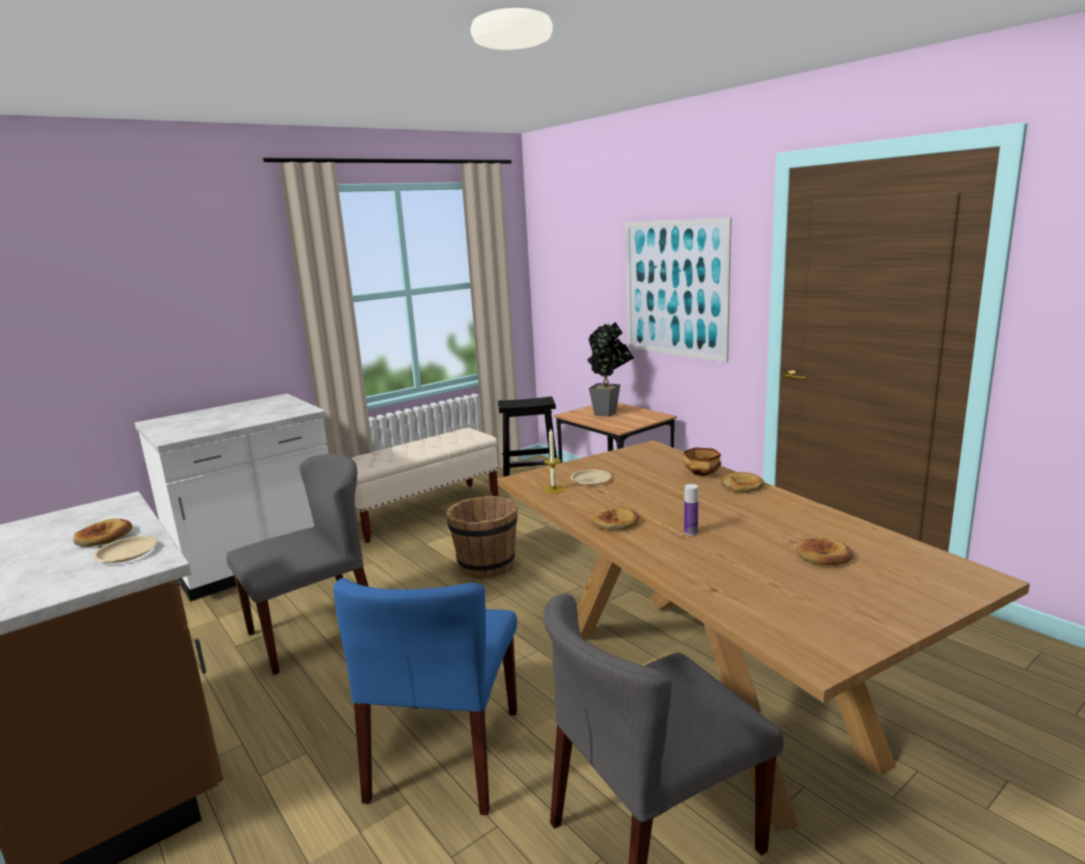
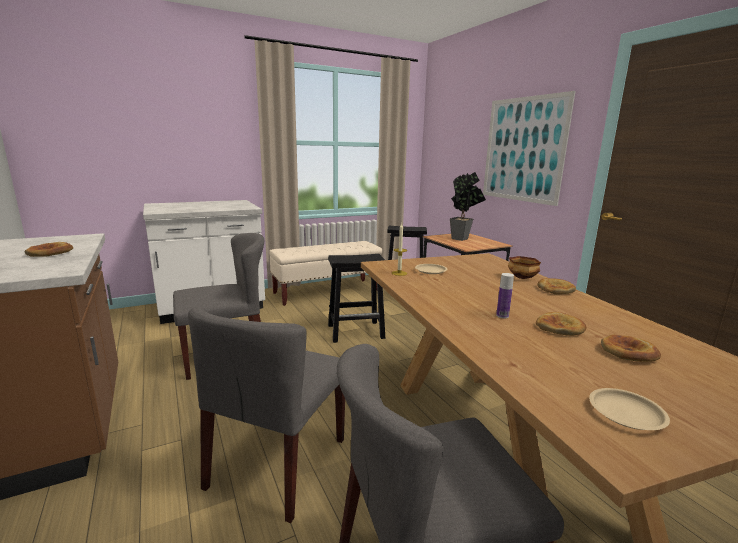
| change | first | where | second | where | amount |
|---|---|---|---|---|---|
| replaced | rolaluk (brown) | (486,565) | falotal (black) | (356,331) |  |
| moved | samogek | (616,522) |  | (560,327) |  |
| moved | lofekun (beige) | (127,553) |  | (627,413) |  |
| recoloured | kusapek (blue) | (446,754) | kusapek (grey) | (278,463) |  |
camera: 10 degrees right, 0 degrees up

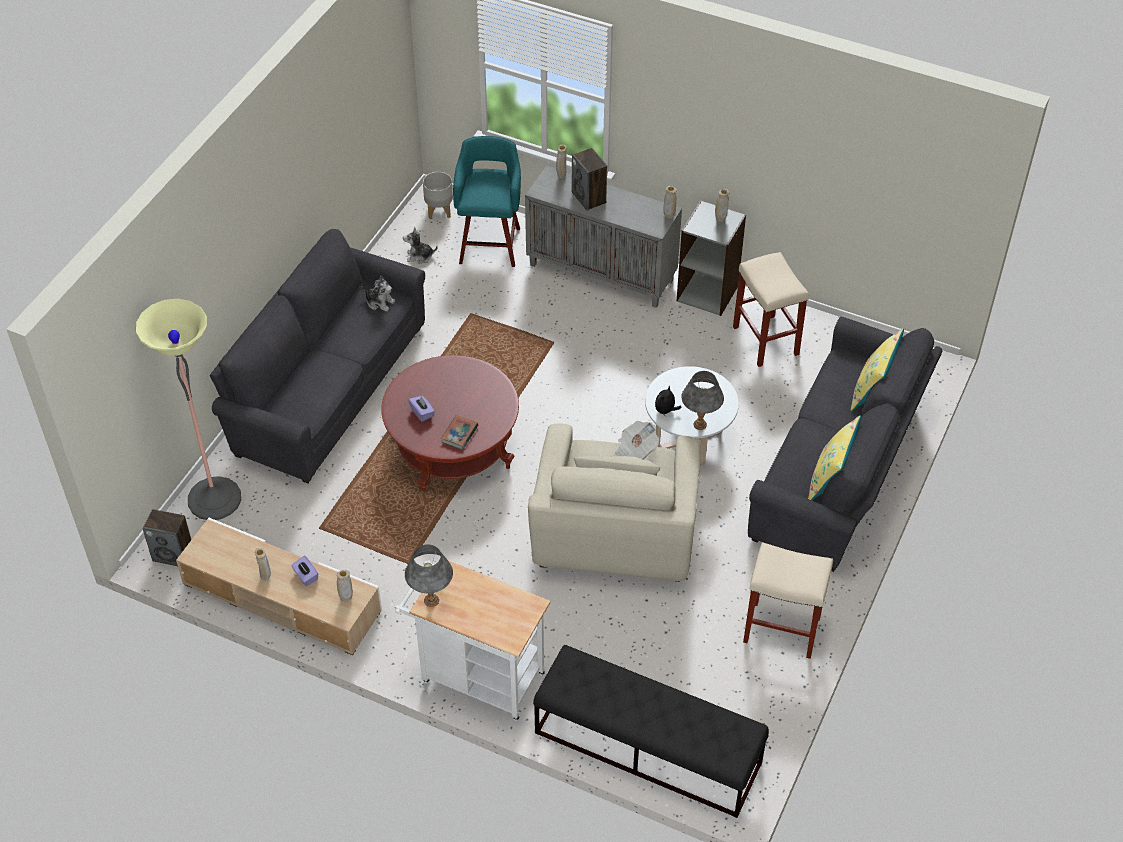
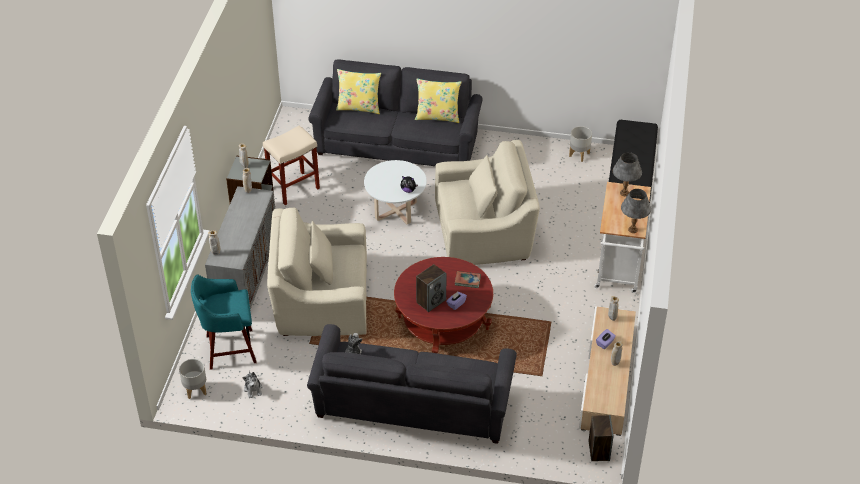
| change | first | where | second | where | amount |
|---|---|---|---|---|---|
| moved | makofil | (589,198) |  | (431,301) |  |
| removed | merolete | (214,499) |  |  |  |
| moved | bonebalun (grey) | (700,425) |  | (624,193) |  |
| removed | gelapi | (635,451) |  |  |  |
| removed | falotal (beige) | (780,630) |  |  |  |
| added |  |  | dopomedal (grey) | (579,155) |  |
| added |  |  | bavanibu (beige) | (321,299) |  |
camera: 105 degrees left, 5 degrees down

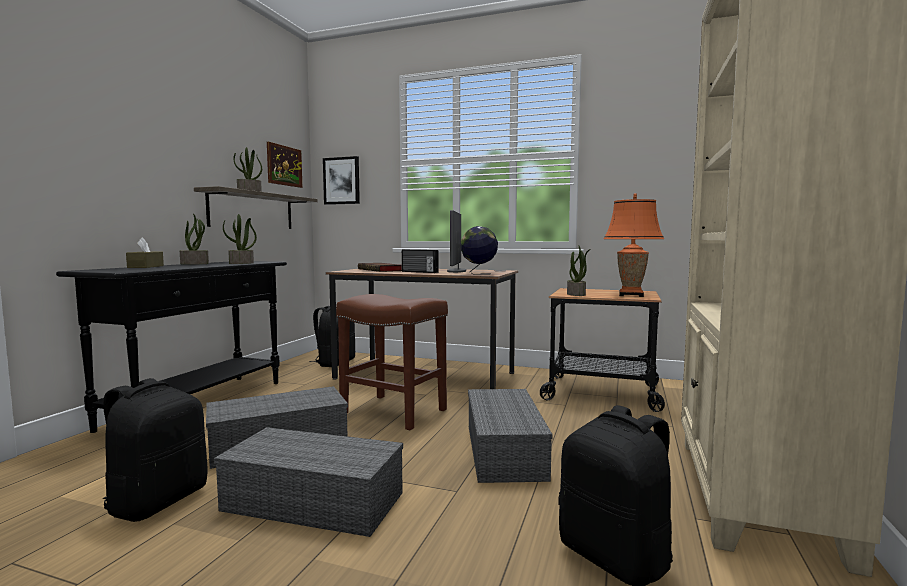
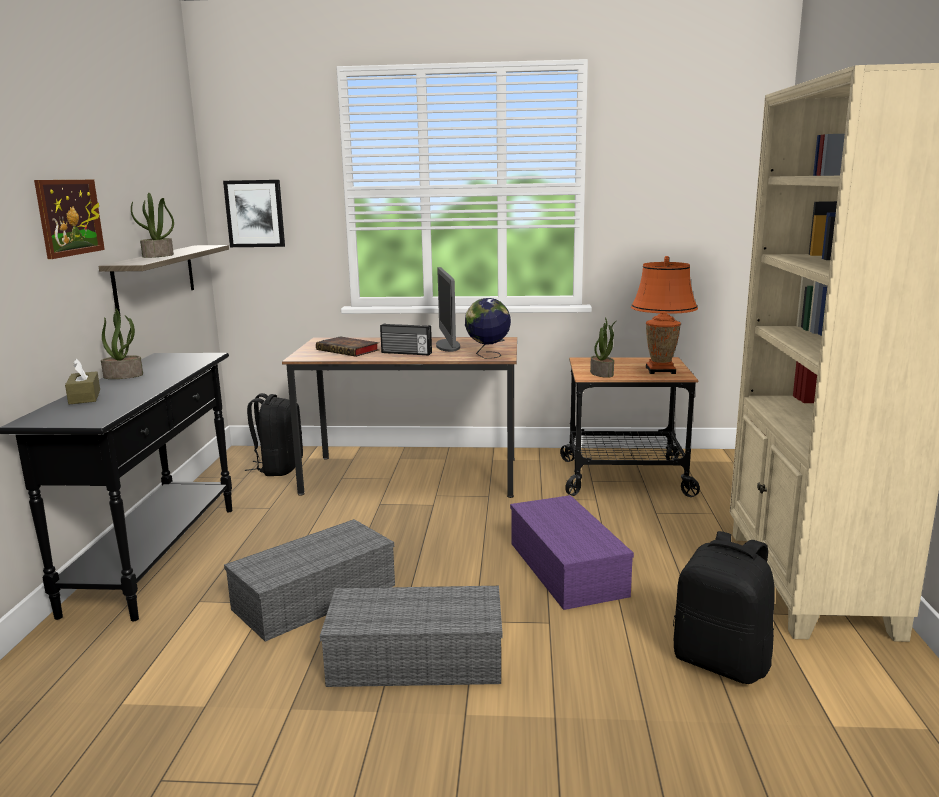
| change | first | where | second | where | amount |
|---|---|---|---|---|---|
| moved | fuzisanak | (284,165) |  | (69,217) |  |
| removed | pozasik | (241,263) |  |  |  |
| removed | falotal (brown) | (392,411) |  |  |  |
| removed | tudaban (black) | (158,501) |  |  |  |
| recoloured | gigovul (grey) | (506,451) | gigovul (purple) | (569,569) |  |
camera: 15 degrees left, 10 degrees up

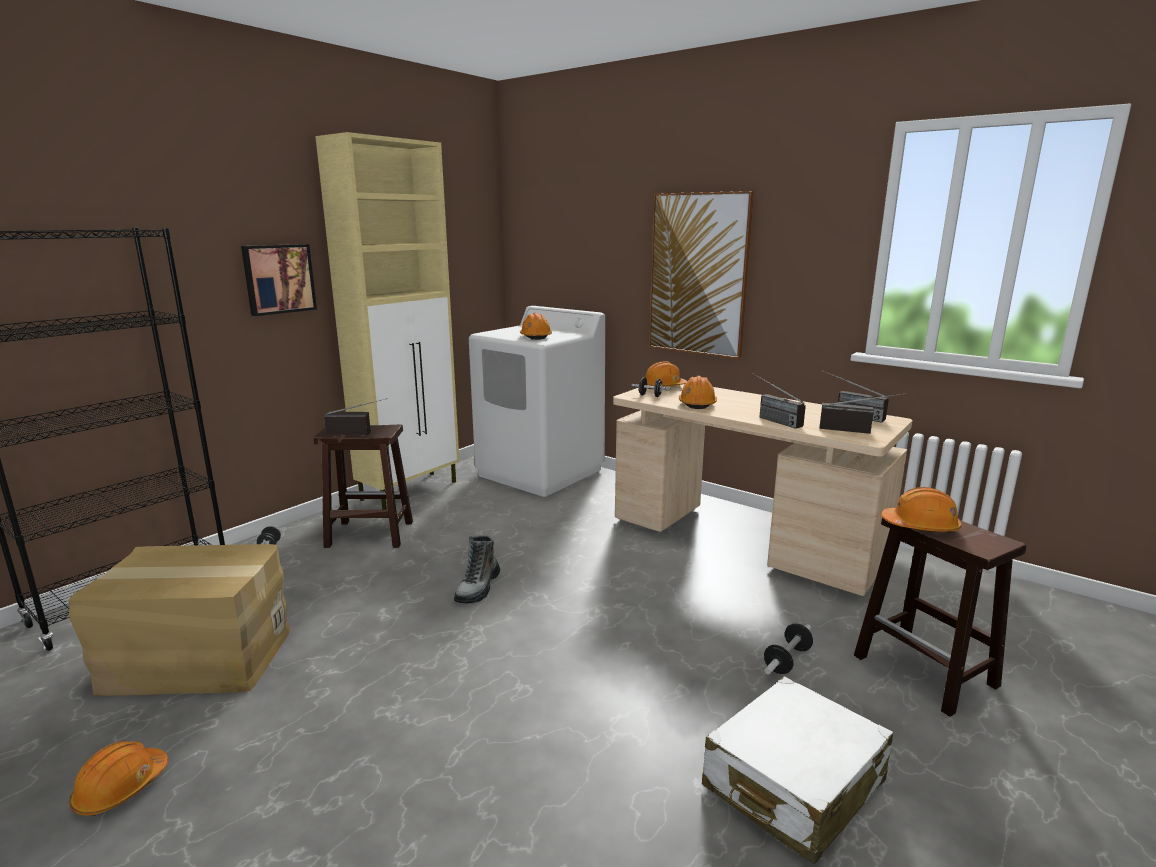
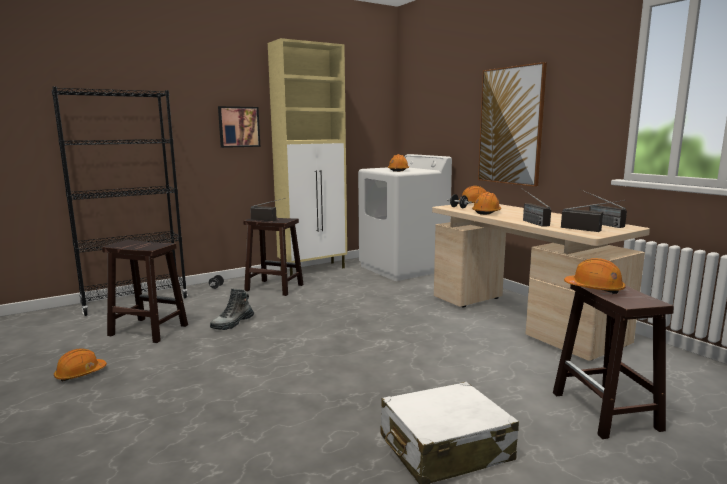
| change | first | where | second | where | amount |
|---|---|---|---|---|---|
| moved | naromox | (478,588) |  | (232,323) |  |
| replaced | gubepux | (197,660) | falotal (brown) | (147,330) |  |
| removed | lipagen | (787,660) |  |  |  |
camera: 20 degrees right, 5 degrees down

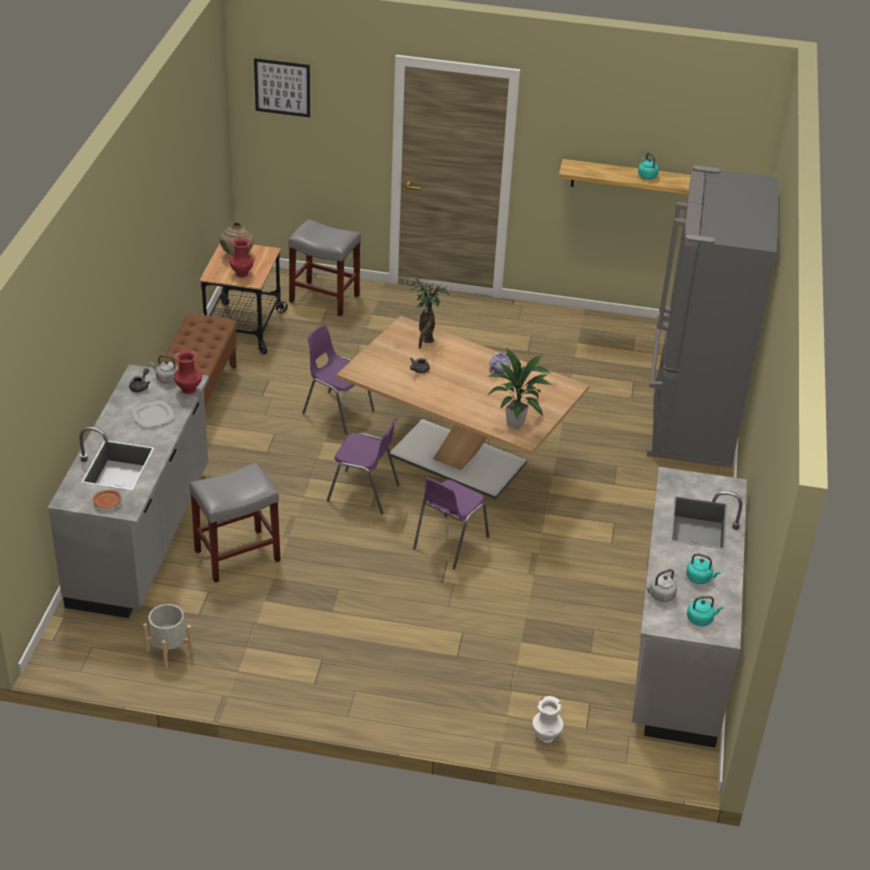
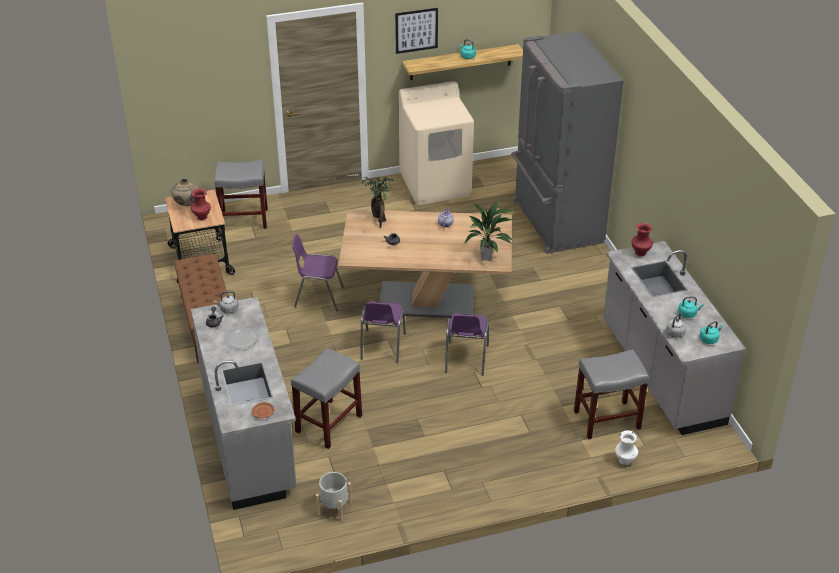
| change | first | where | second | where | amount |
|---|---|---|---|---|---|
| moved | fuzisanak | (282,87) |  | (416,30) |  |
| moved | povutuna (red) | (189,390) |  | (641,253) |  |
| turned | kusapek (purple) | (364,493) |  | (382,347) | 105 degrees clockwise |
| added |  |  | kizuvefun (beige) | (435,185) |  |
| added |  |  | falotal (grey) | (606,420) |  |
camera: 25 degrees left, 0 degrees up

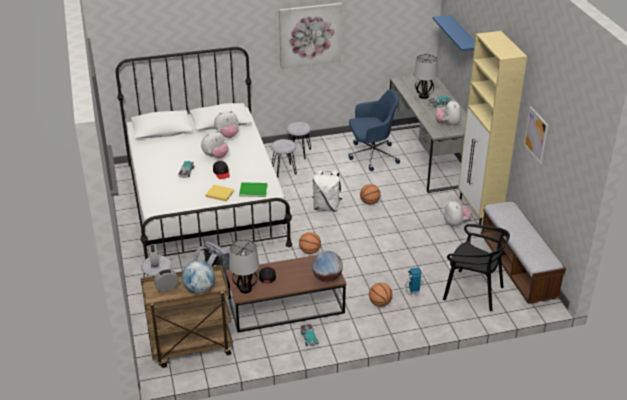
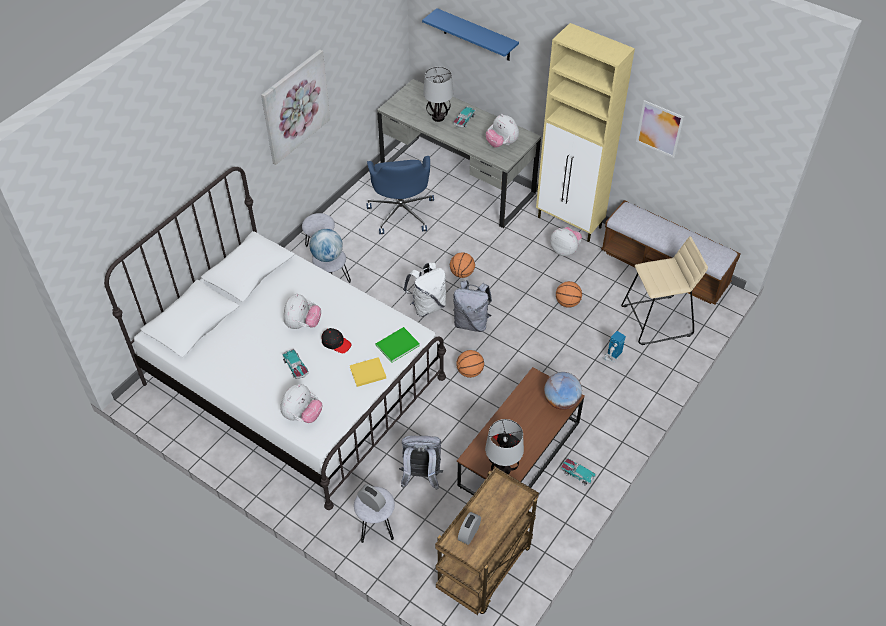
| change | first | where | second | where | amount |
|---|---|---|---|---|---|
| turned | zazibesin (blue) | (371,156) |  | (401,211) | 135 degrees clockwise |
| moved | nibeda | (227,135) |  | (302,415) |  |
| replaced | kusapek (black) | (473,291) | falotal (beige) | (656,321) |  |
| moved | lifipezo | (199,289) |  | (327,256) |  |
| moved | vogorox | (380,303) |  | (567,302) |  |
| added |  |  | tudaban (grey) | (471,322) |  |
camera: 40 degrees left, 15 degrees up

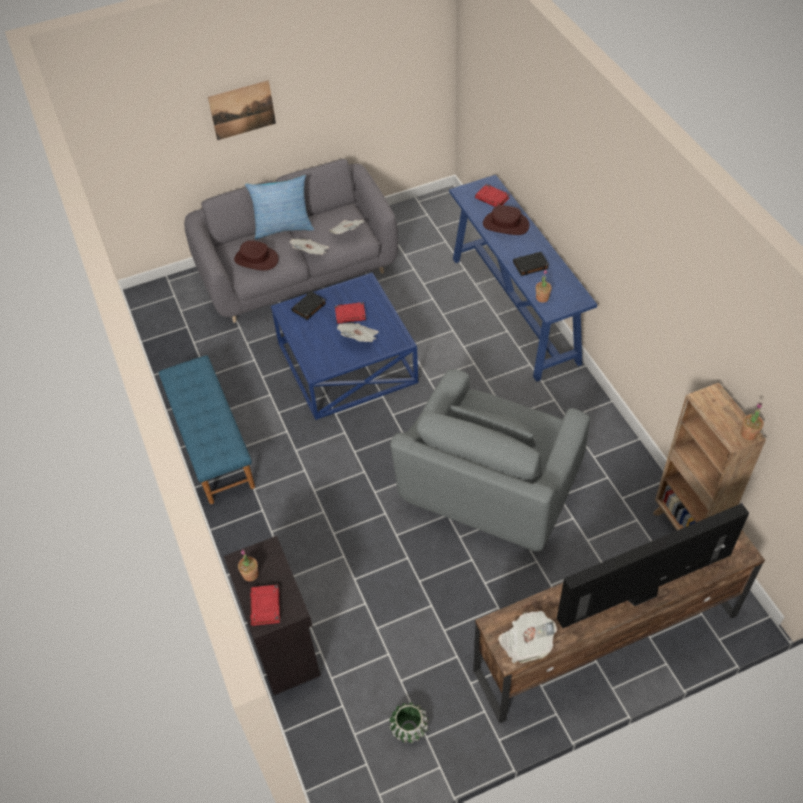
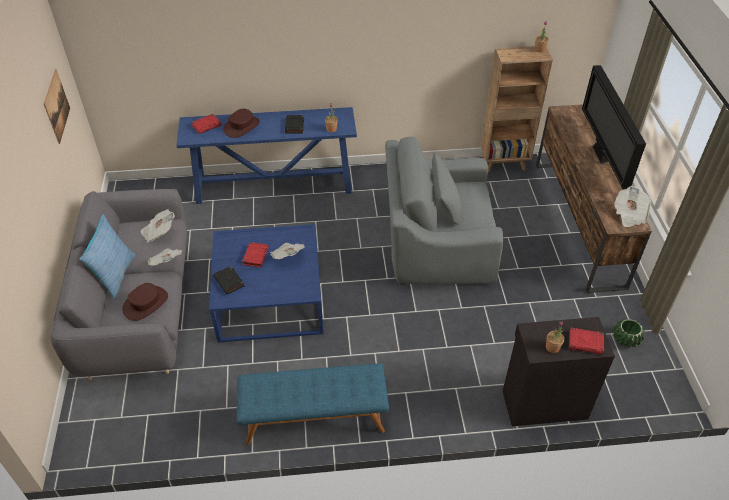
| change | first | where | second | where | amount |
|---|---|---|---|---|---|
| moved | fuzisanak | (242,110) |  | (56,106) |  |
| turned | bavanibu (grey) | (489,486) |  | (436,243) | 135 degrees clockwise |
camera: 75 degrees left, 5 degrees down

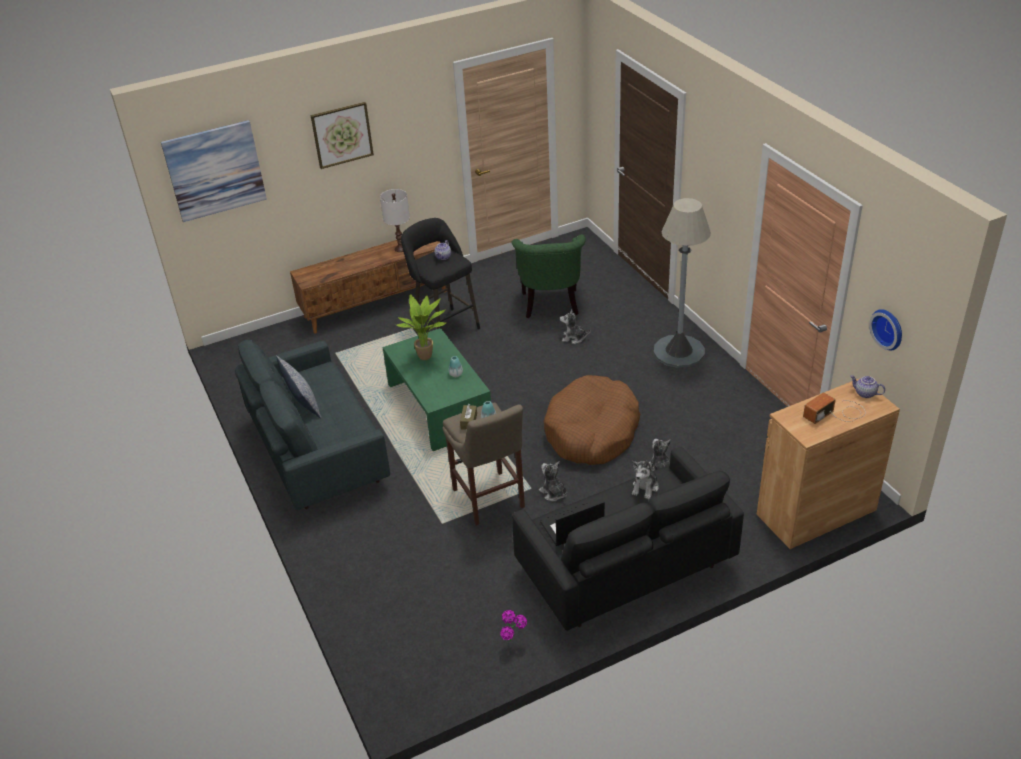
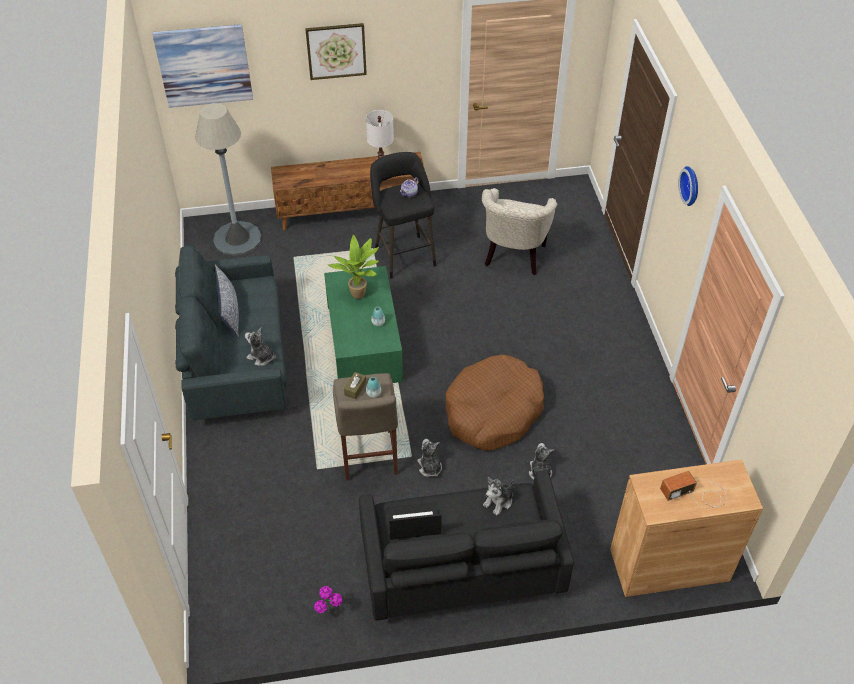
| change | first | where | second | where | amount |
|---|---|---|---|---|---|
| moved | merolete (grey) | (679,351) |  | (237,239) |  |
| recoloured | bavanibu (green) | (551,305) | bavanibu (beige) | (513,257) |  |
| moved | nibeda | (574,338) |  | (261,357) |  |
| moved | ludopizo | (889,328) |  | (691,185) |  |
| removed | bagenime | (865,393) |  |  |  |
camera: 15 degrees right, 10 degrees up

